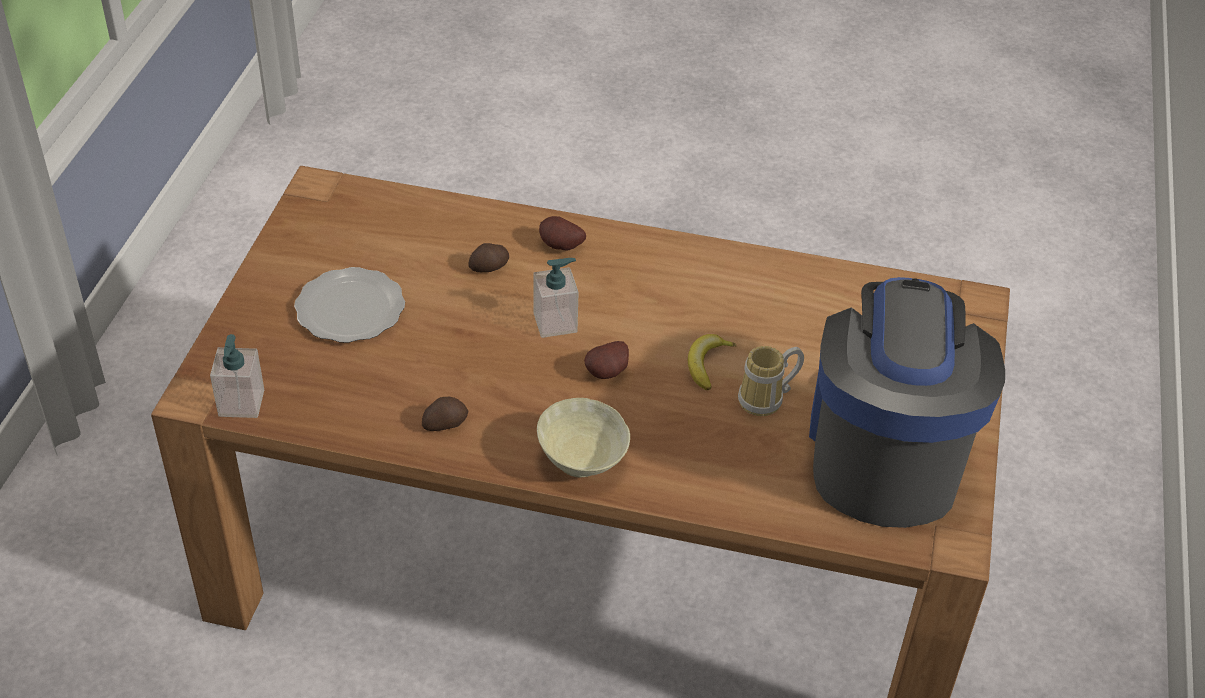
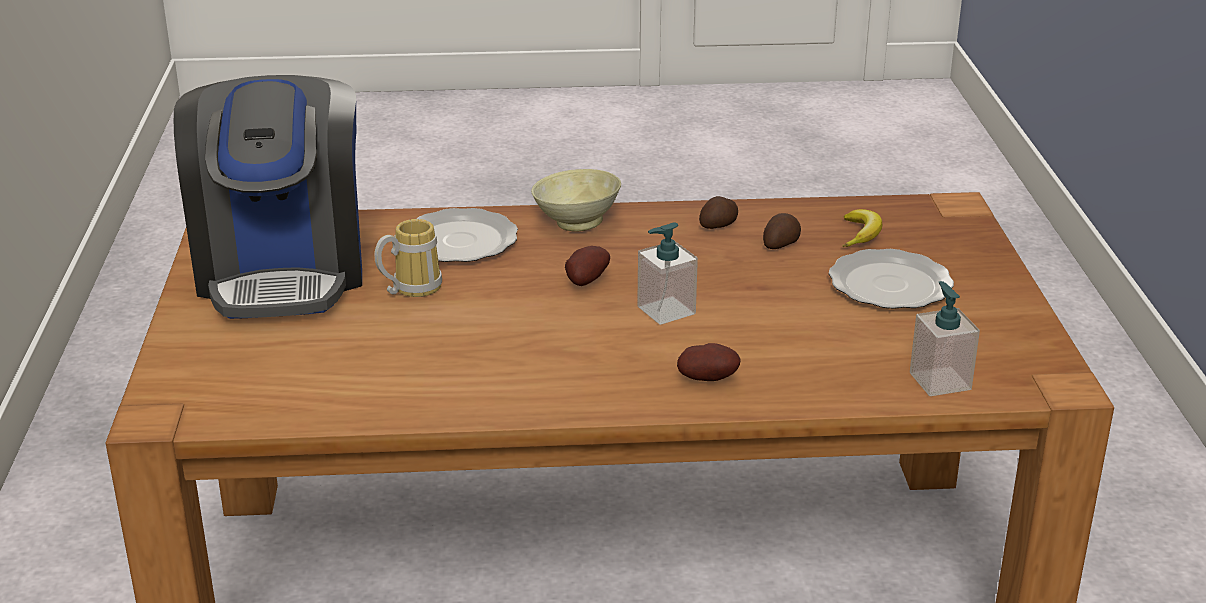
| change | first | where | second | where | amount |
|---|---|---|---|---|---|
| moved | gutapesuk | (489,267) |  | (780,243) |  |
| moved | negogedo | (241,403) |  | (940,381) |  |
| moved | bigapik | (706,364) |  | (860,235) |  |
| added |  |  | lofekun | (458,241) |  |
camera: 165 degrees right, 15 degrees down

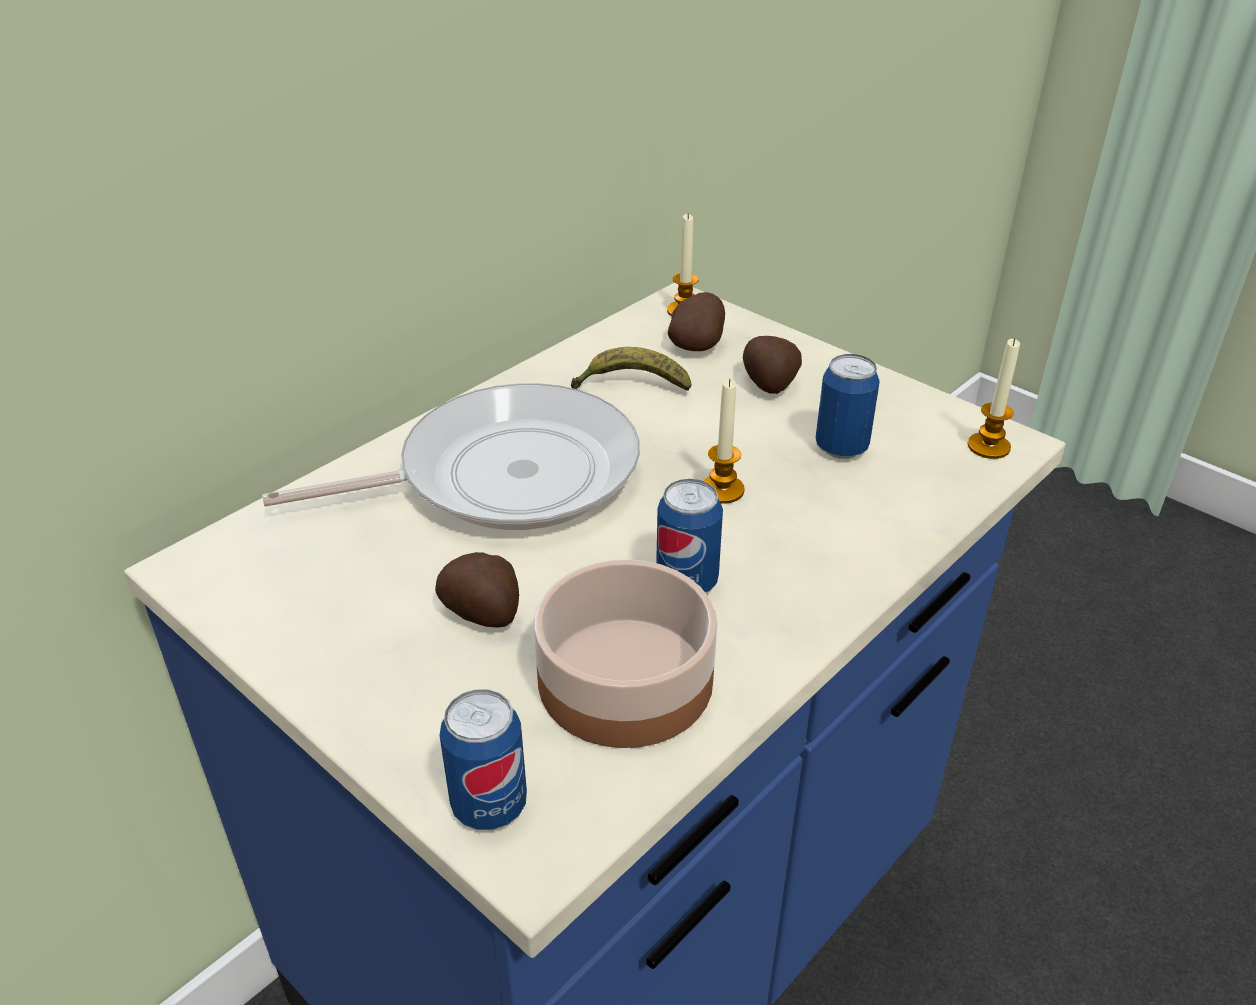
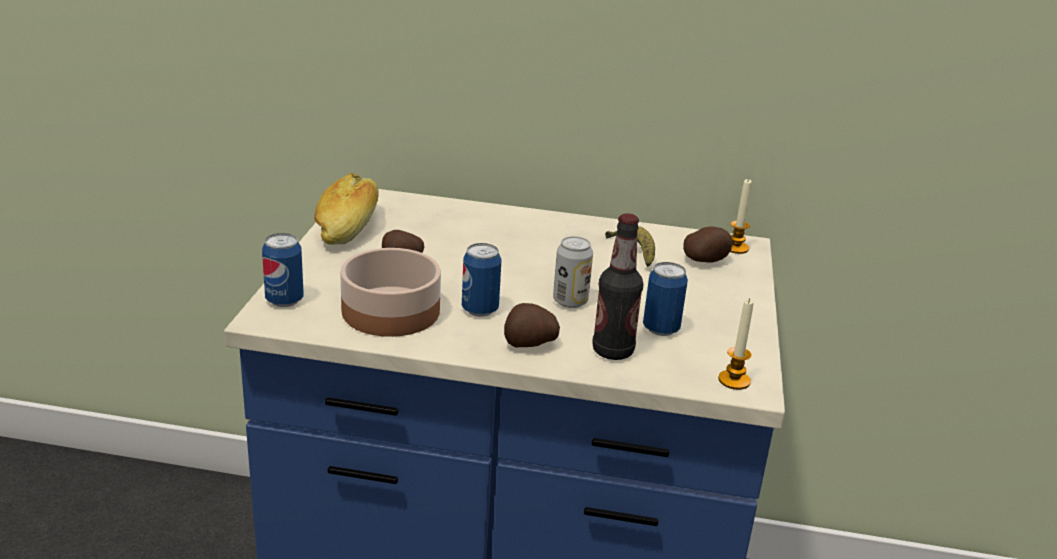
| change | first | where | second | where | amount |
|---|---|---|---|---|---|
| moved | gutapesuk | (769,384) |  | (529,344) |  |
| replaced | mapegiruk | (722,490) | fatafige | (570,301) |  |
| removed | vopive | (504,475) |  |  |  |
| added |  |  | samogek | (348,226) |  |
| added |  |  | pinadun | (613,351) |  |
camera: 55 degrees right, 10 degrees down

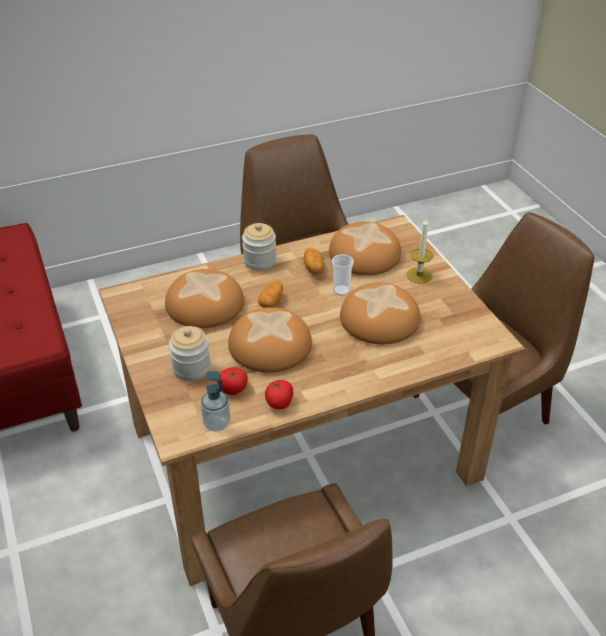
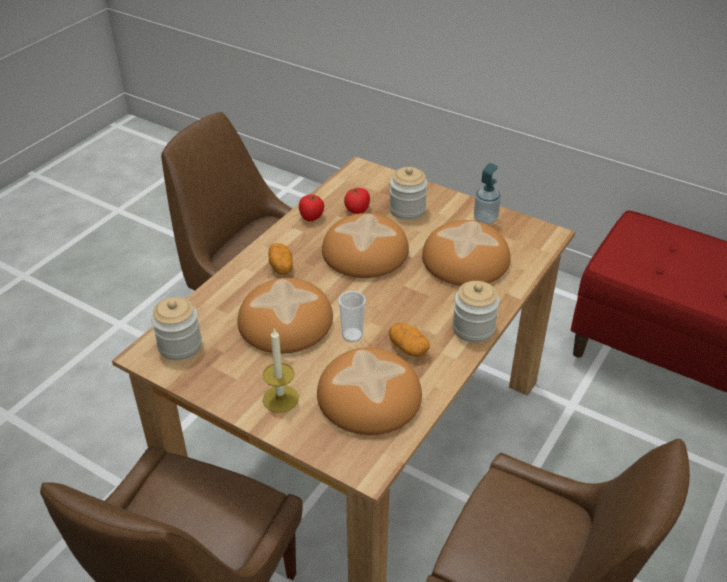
| change | first | where | second | where | amount |
|---|---|---|---|---|---|
| moved | gutapesuk | (271,302) |  | (281,267) |  |
| moved | negogedo | (217,423) |  | (485,219) |  |
| added |  |  | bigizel | (180,345) |  |
camera: 145 degrees right, 0 degrees up

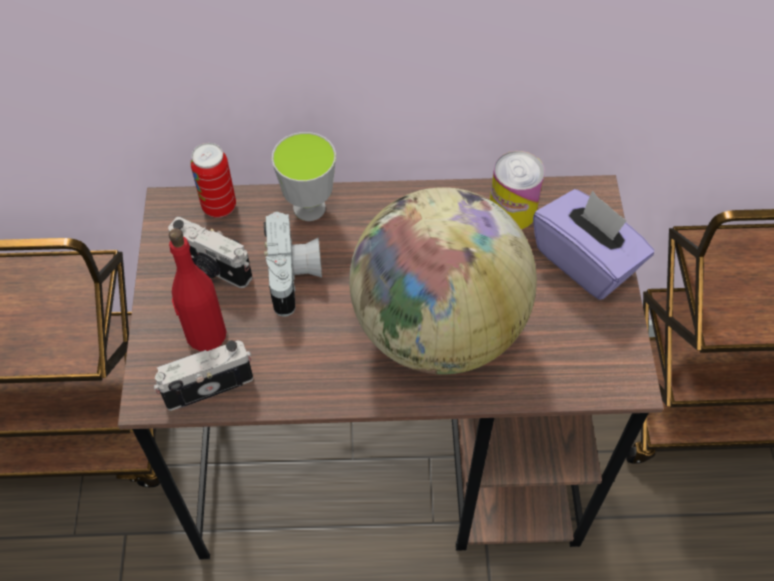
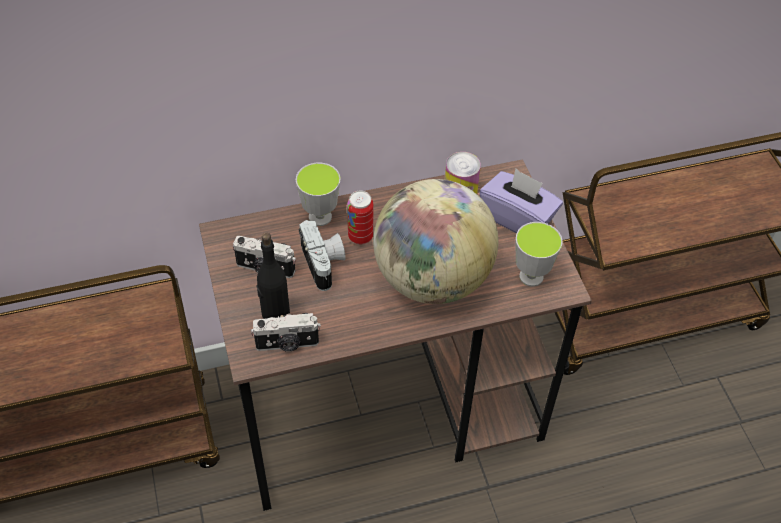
| change | first | where | second | where | amount |
|---|---|---|---|---|---|
| moved | fatafige | (219,206) |  | (360,236) |  |
| recoloured | pinadun (red) | (205,334) | pinadun (black) | (275,312) |  |
| turned | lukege | (207,385) |  | (287,344) | 150 degrees counterclockwise |
| added |  |  | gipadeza | (531,276) |  |
camera: 15 degrees left, 5 degrees down

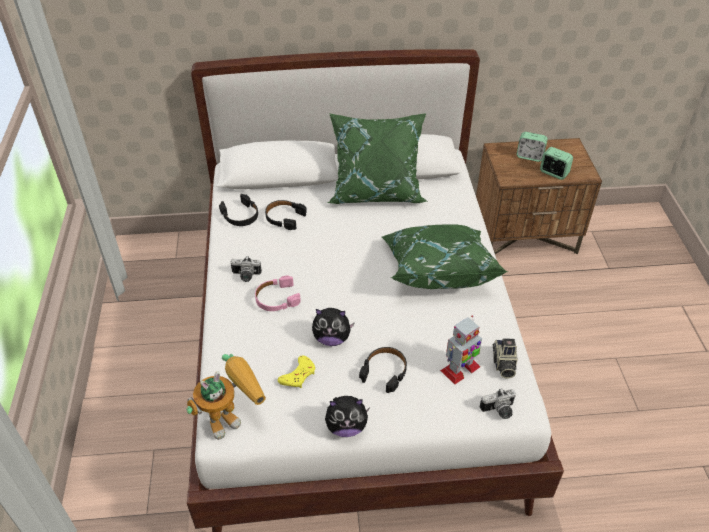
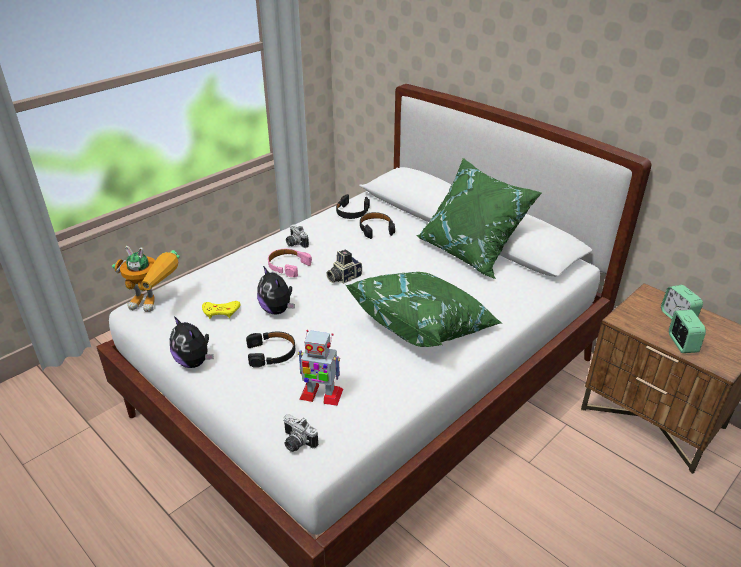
| change | first | where | second | where | amount |
|---|---|---|---|---|---|
| moved | lukege | (503,364) |  | (343,277) |  |
camera: 50 degrees right, 10 degrees down

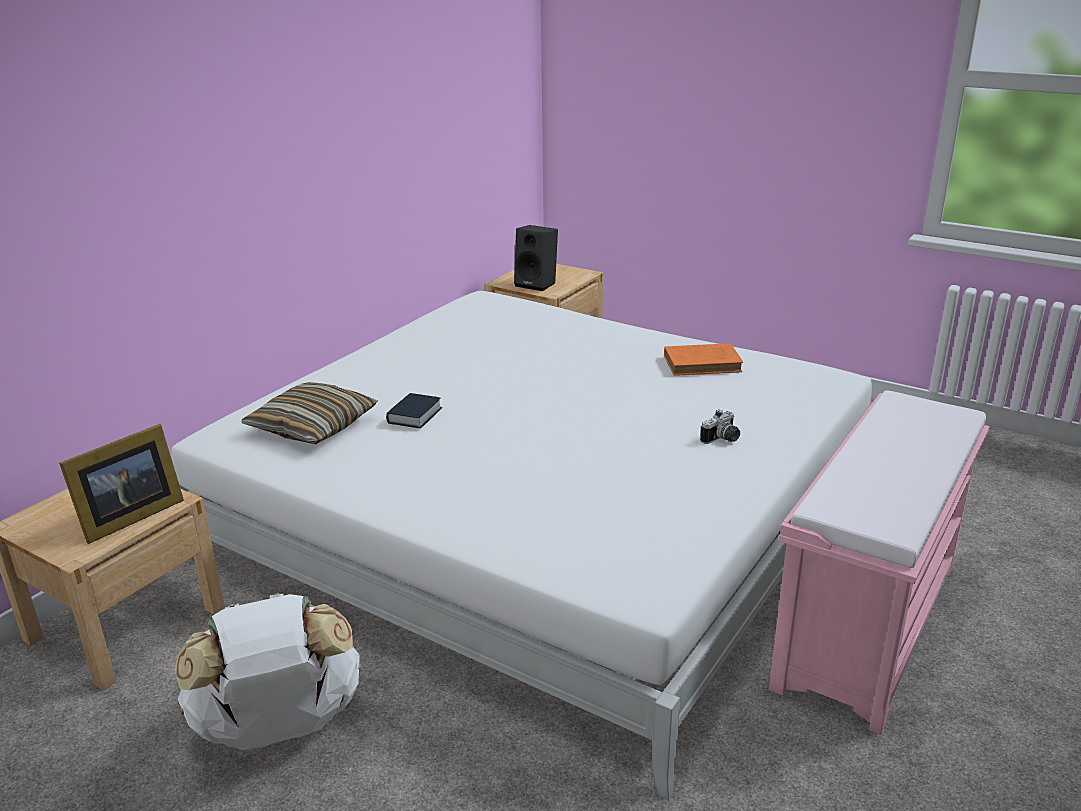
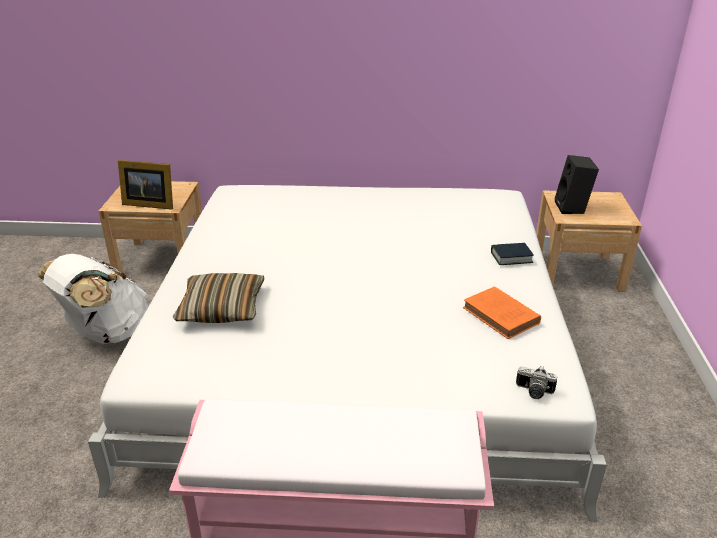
| change | first | where | second | where | amount |
|---|---|---|---|---|---|
| moved | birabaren | (313,426) |  | (221,308) |  |
| moved | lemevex | (414,416) |  | (511,257) |  |
| moved | lukege | (722,439) |  | (533,392) |  |
camera: 60 degrees right, 5 degrees up

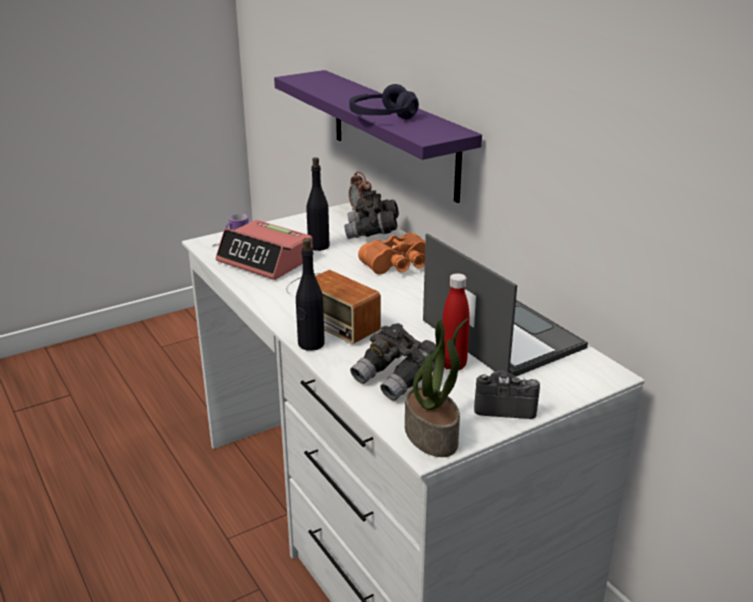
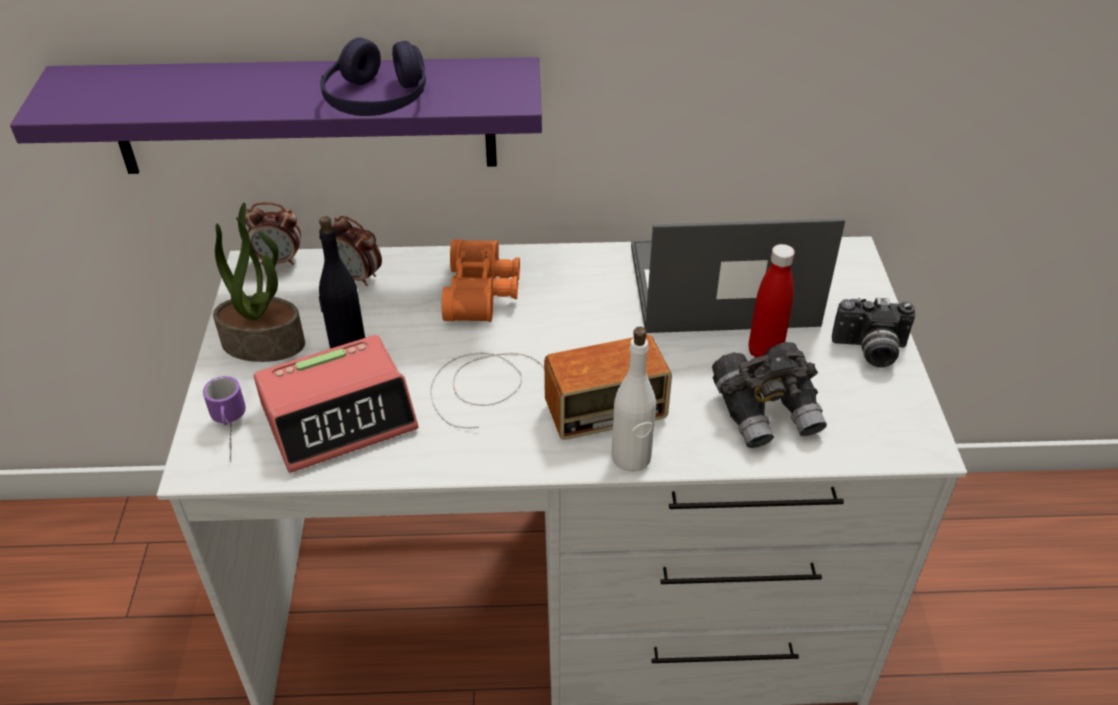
| change | first | where | second | where | amount |
|---|---|---|---|---|---|
| replaced | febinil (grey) | (372,233) | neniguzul | (359,276) |  |
| recoloured | pinadun (black) | (310,344) | pinadun (white) | (631,457) |  |
| moved | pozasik | (432,435) |  | (265,343) |  |
| turned | lukege | (504,405) |  | (869,351) | 120 degrees counterclockwise |
camera: 60 degrees left, 15 degrees up

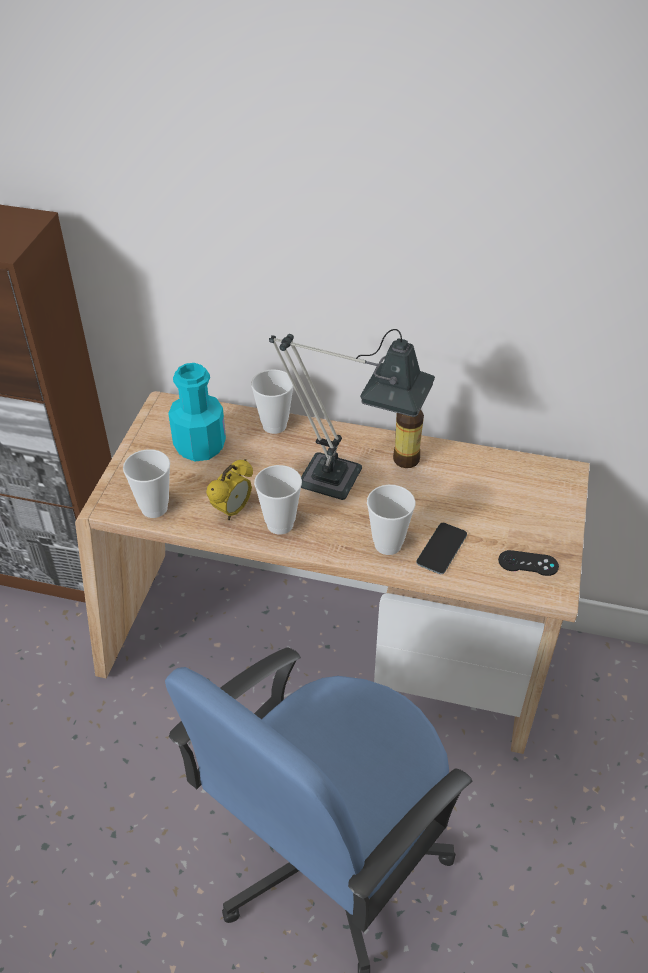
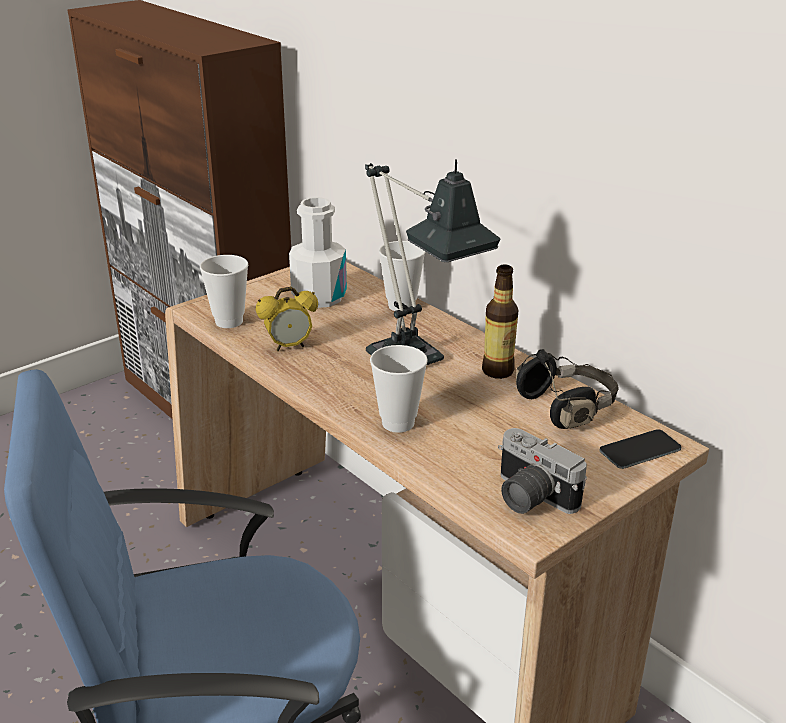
| change | first | where | second | where | amount |
|---|---|---|---|---|---|
| recoloured | pinadun (turquoise) | (200,446) | pinadun (white) | (319,297) |  |
| removed | gipadeza | (280,524) |  |  |  |
| moved | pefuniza | (441,548) |  | (640,450) |  |
| replaced | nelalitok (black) | (528,563) | lukege | (528,497) |  |
| added |  |  | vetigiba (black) | (567,407) |  |
camera: 35 degrees right, 15 degrees down

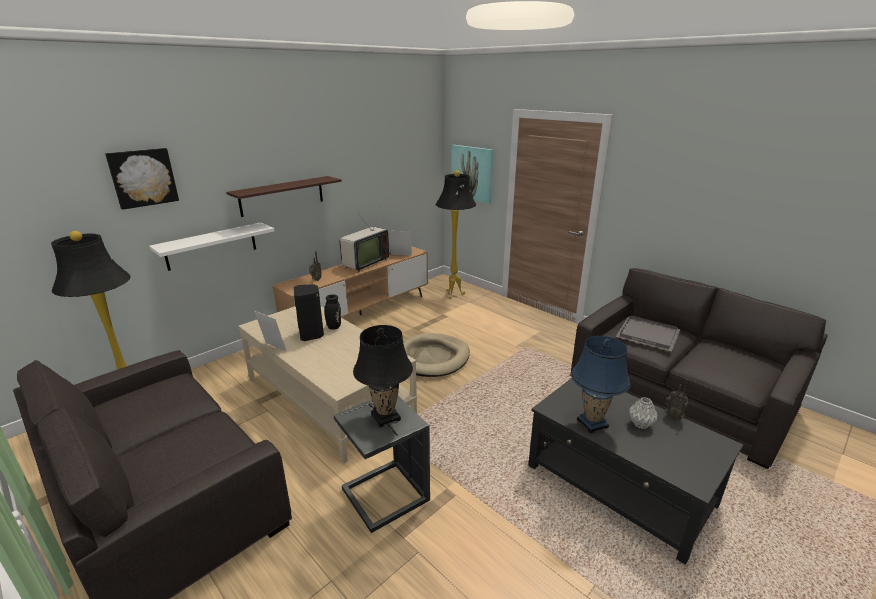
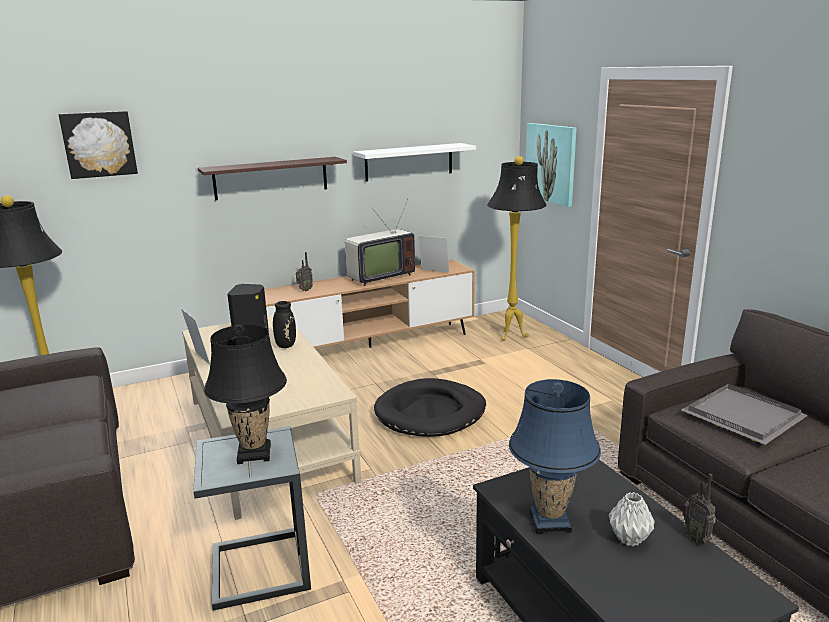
| change | first | where | second | where | amount |
|---|---|---|---|---|---|
| moved | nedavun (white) | (211,246) |  | (409,162) |  |
| recoloured | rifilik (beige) | (432,358) | rifilik (black) | (430,412) |  |
camera: 20 degrees right, 5 degrees down

